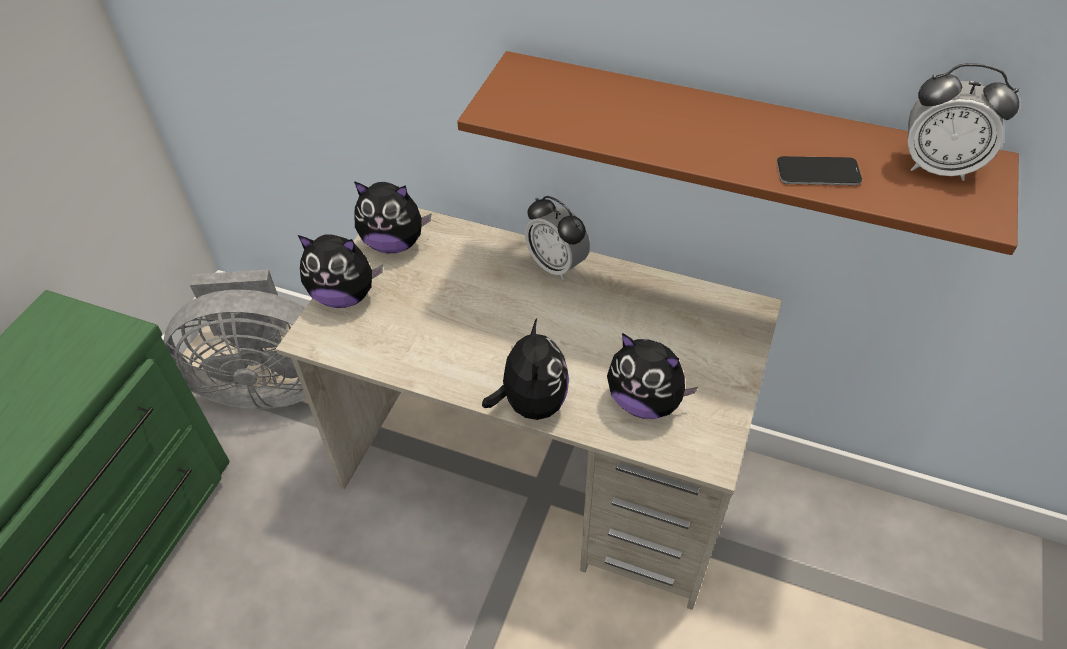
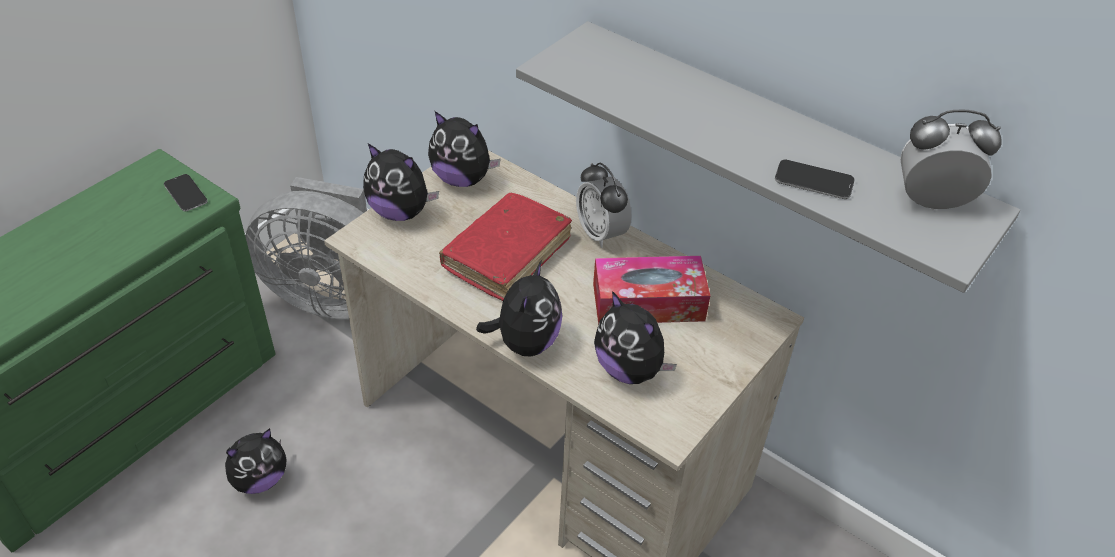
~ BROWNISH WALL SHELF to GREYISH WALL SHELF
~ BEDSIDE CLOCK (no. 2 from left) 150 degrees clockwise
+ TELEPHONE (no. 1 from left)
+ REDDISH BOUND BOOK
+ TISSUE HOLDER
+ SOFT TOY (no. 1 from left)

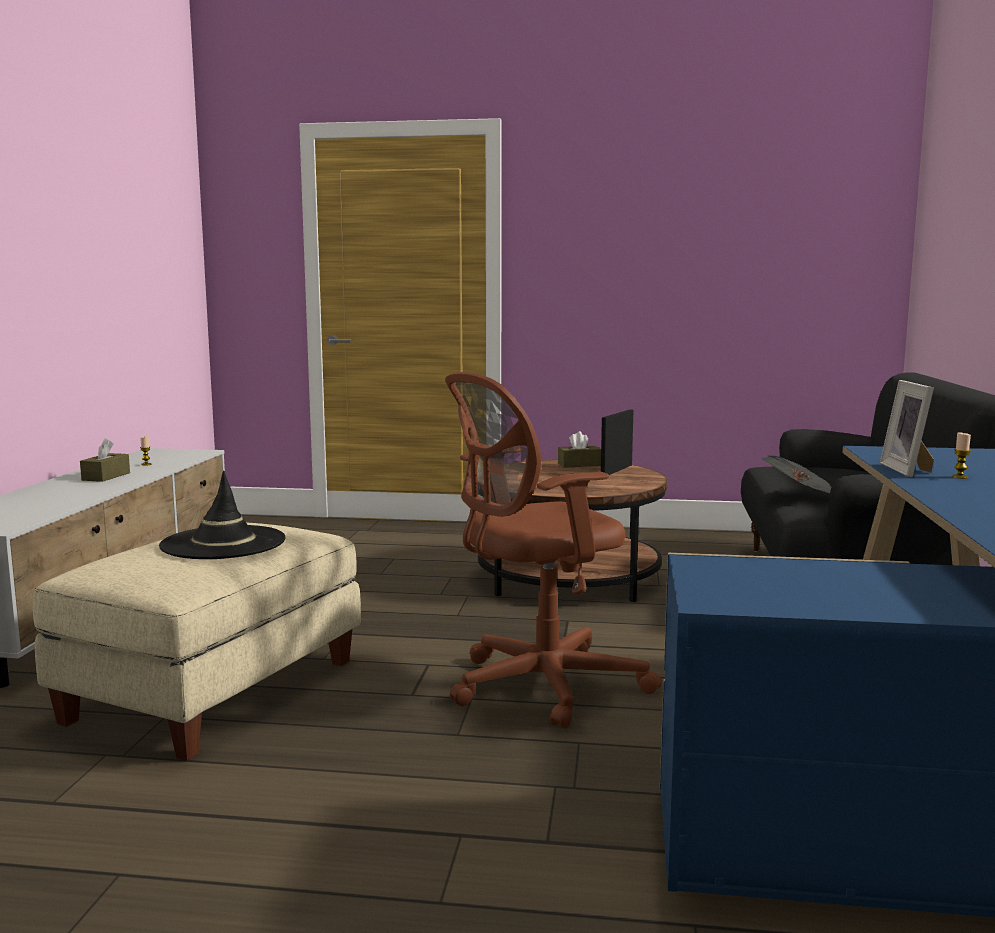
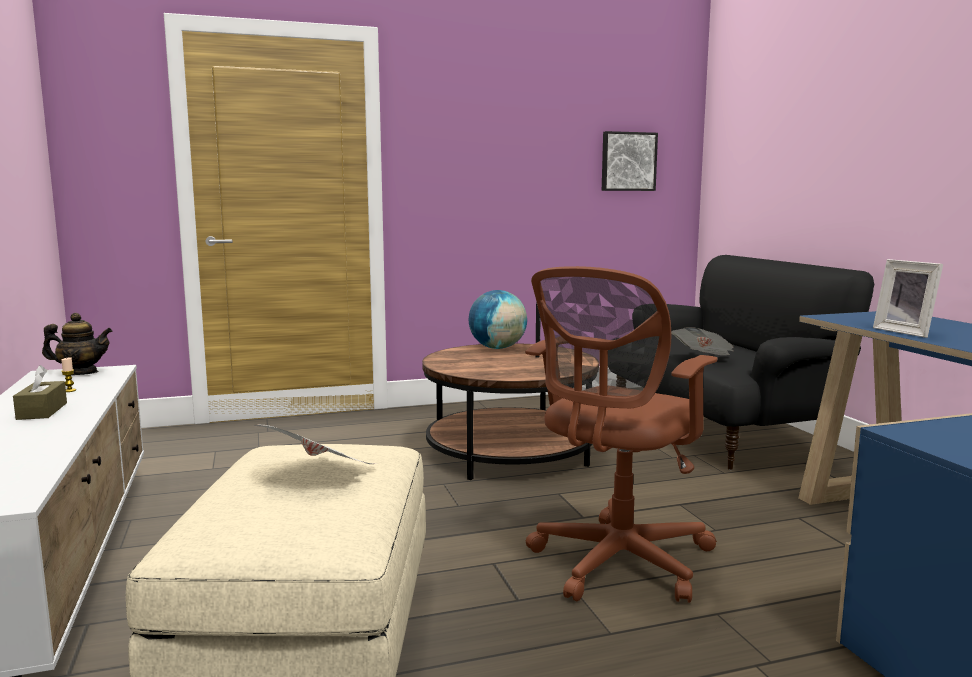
~ BROWNISH TISSUE HOLDER (no. 2 from left) to DESK GLOBE
- WAX CANDLE (no. 2 from left)
~ BLACK-COLOURED WEARABLE HAT to NEWSPAPER (no. 1 from left)
+ WALL ART
+ POT FOR TEA

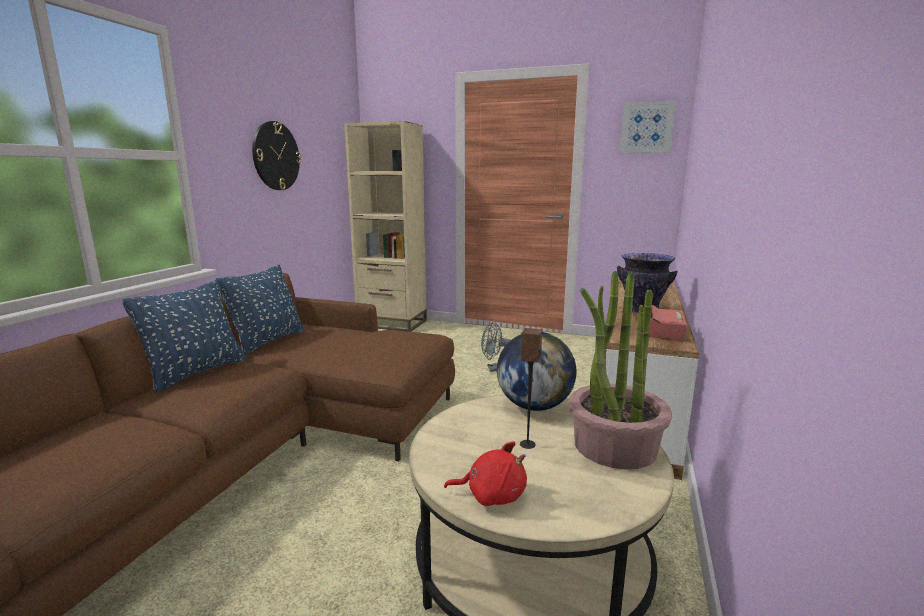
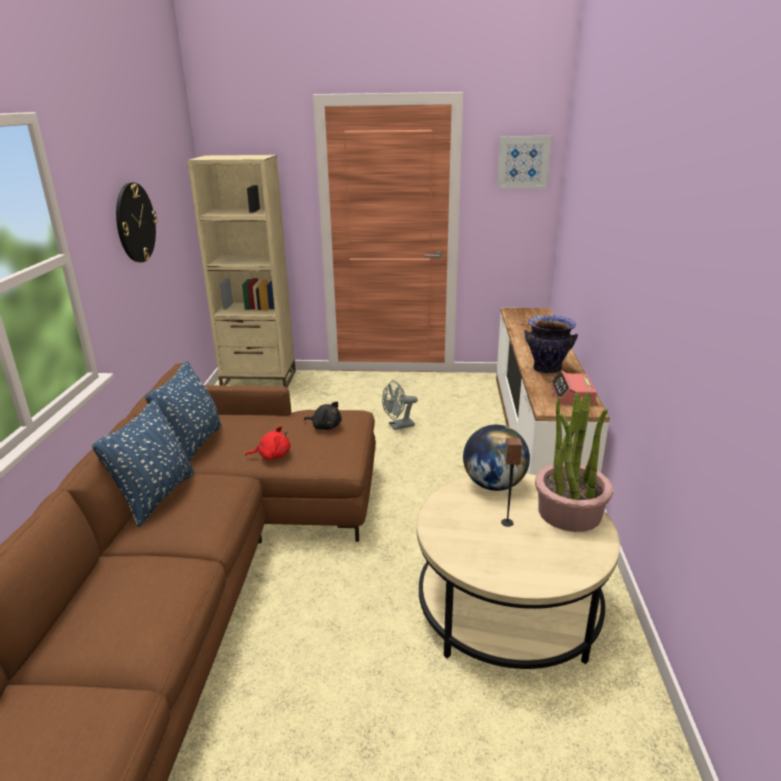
~ REDDISH SOFT TOY
+ BLACK-COLOURED SOFT TOY

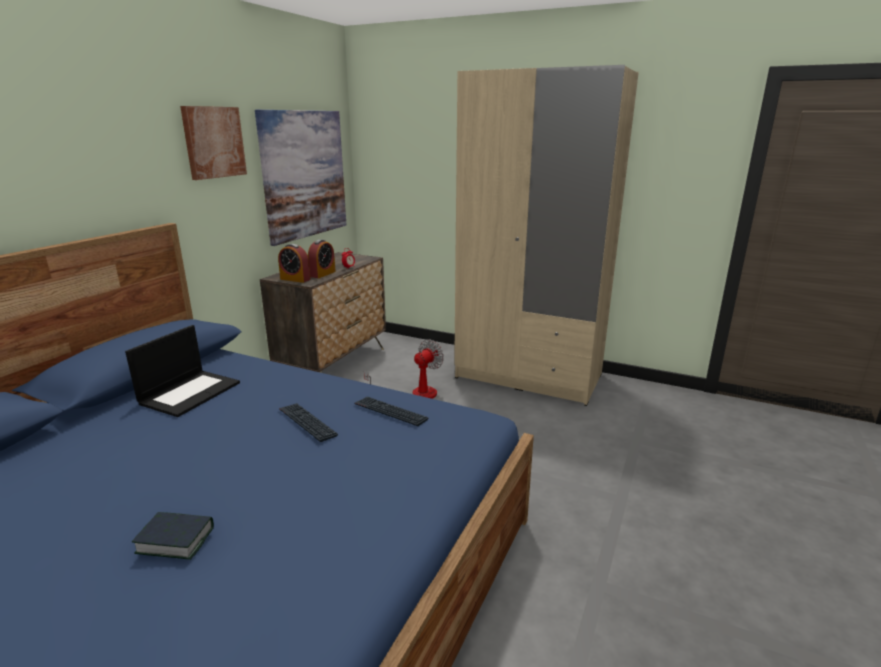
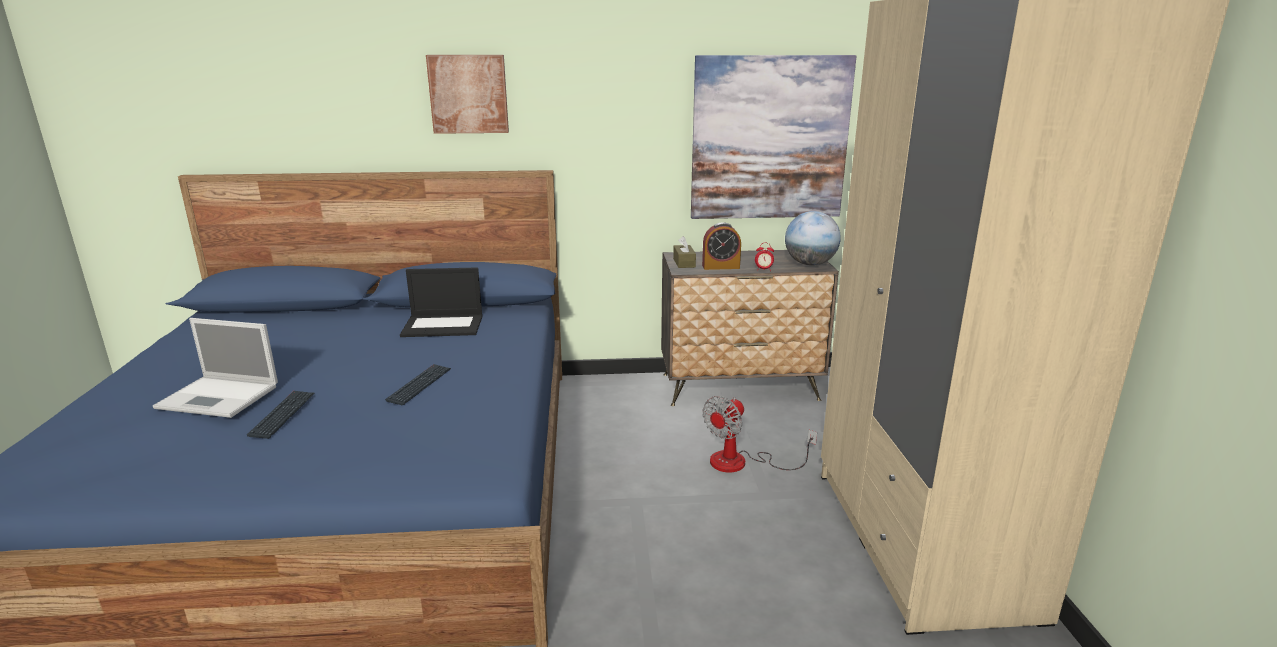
~ WALL ART (no. 1 from left)
~ BEDSIDE CLOCK (no. 1 from left) to BROWNISH TISSUE HOLDER
~ FAN 120 degrees clockwise
~ COMPUTER KEYBOARD (no. 2 from left in the first image) to COMPUTER KEYBOARD (no. 1 from left)
~ BOUND BOOK to LAPTOP (no. 1 from left)
+ DESK GLOBE

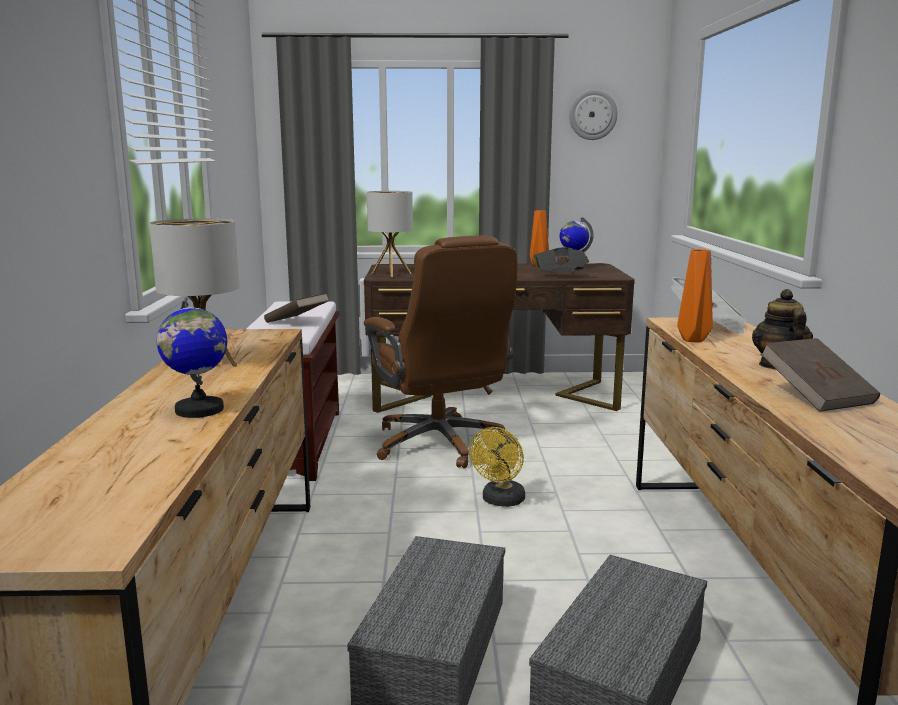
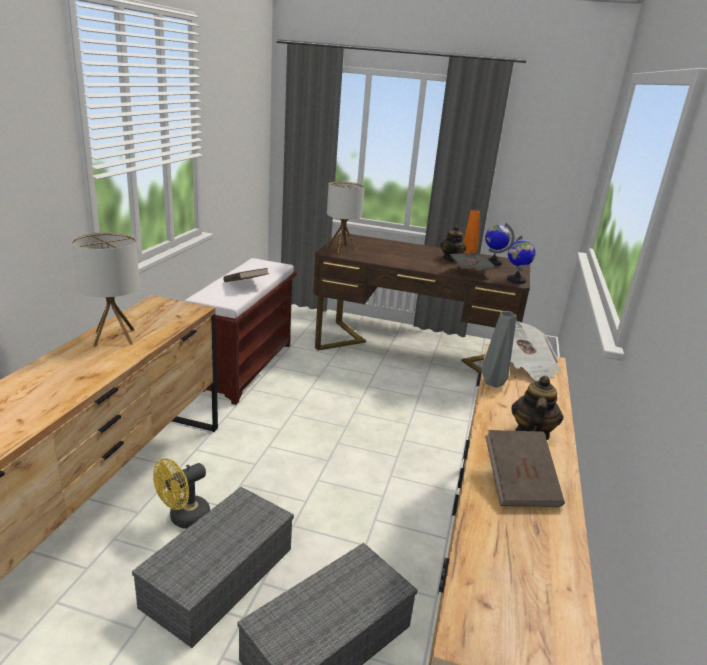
- CLOCK ON THE WALL
- BROWNISH DESK CHAIR
~ ORANGE-COLOURED DECORATIVE VASE (no. 2 from left) to GREYISH DECORATIVE VASE
~ DESK GLOBE (no. 1 from left in the first image) to DESK GLOBE (no. 2 from left)
~ YELLOWISH FAN
+ POT FOR TEA (no. 1 from left)

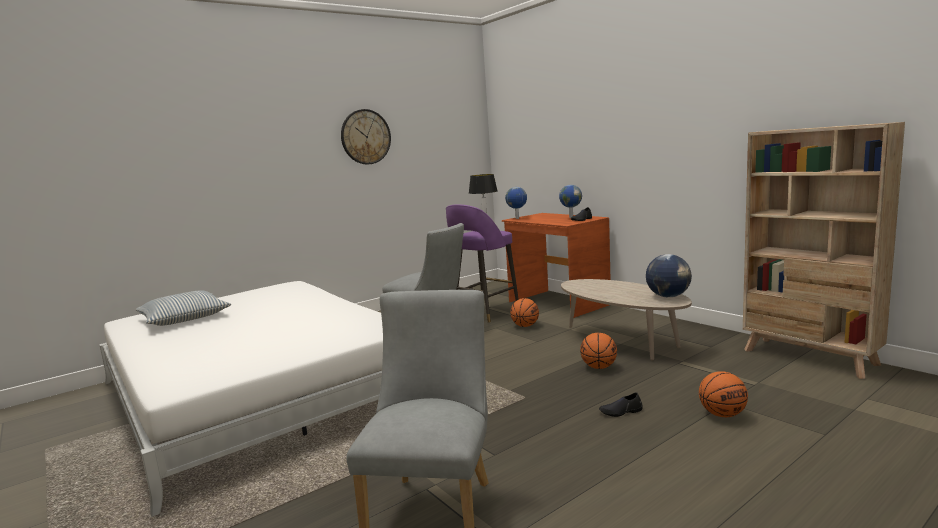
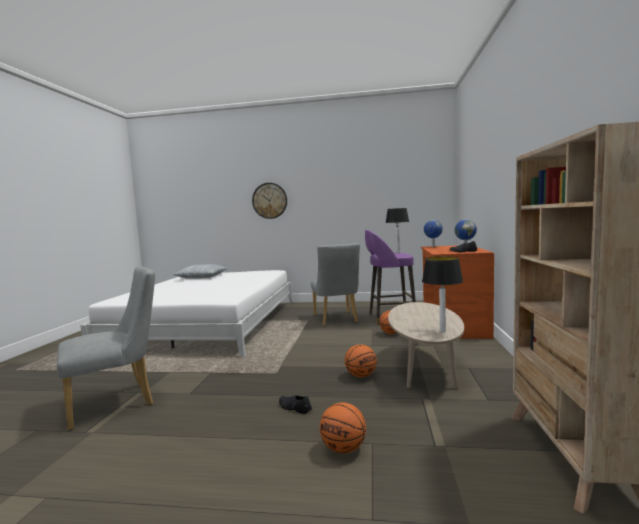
~ CLOCK ON THE WALL
~ DESK GLOBE (no. 3 from left) to TABLE LAMP (no. 2 from left)

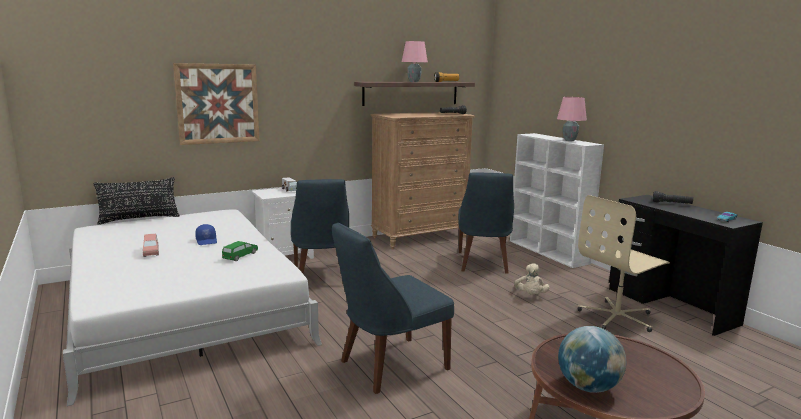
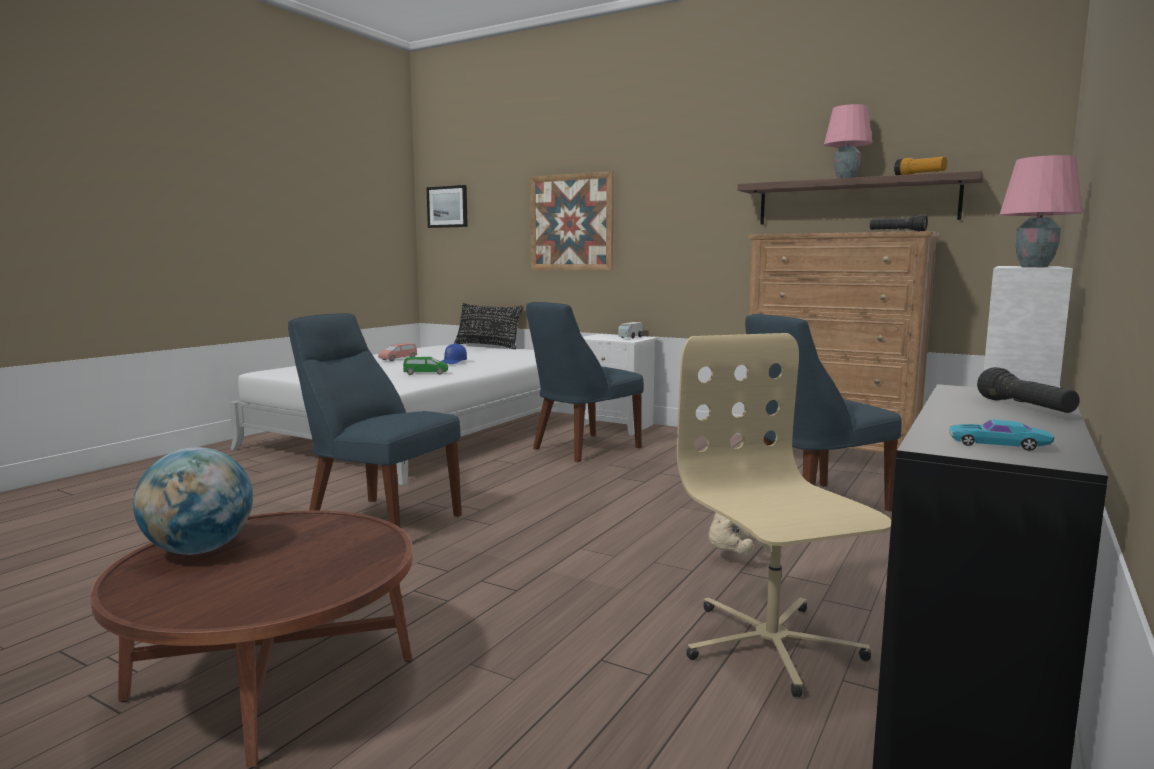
~ SAND-COLOURED DESK CHAIR 45 degrees clockwise
+ WALL ART (no. 1 from left)

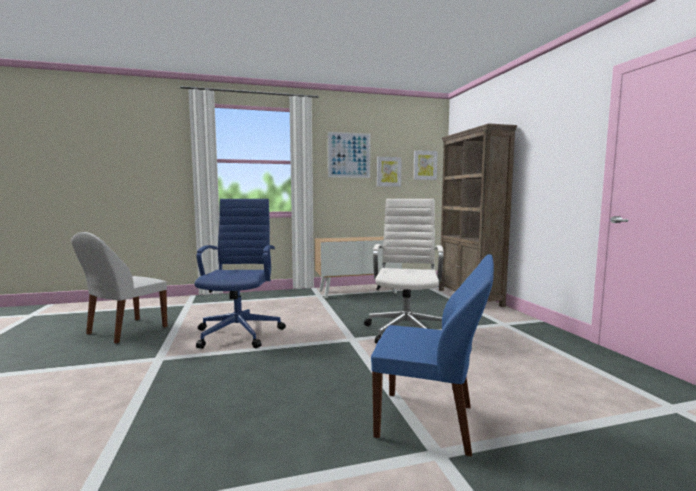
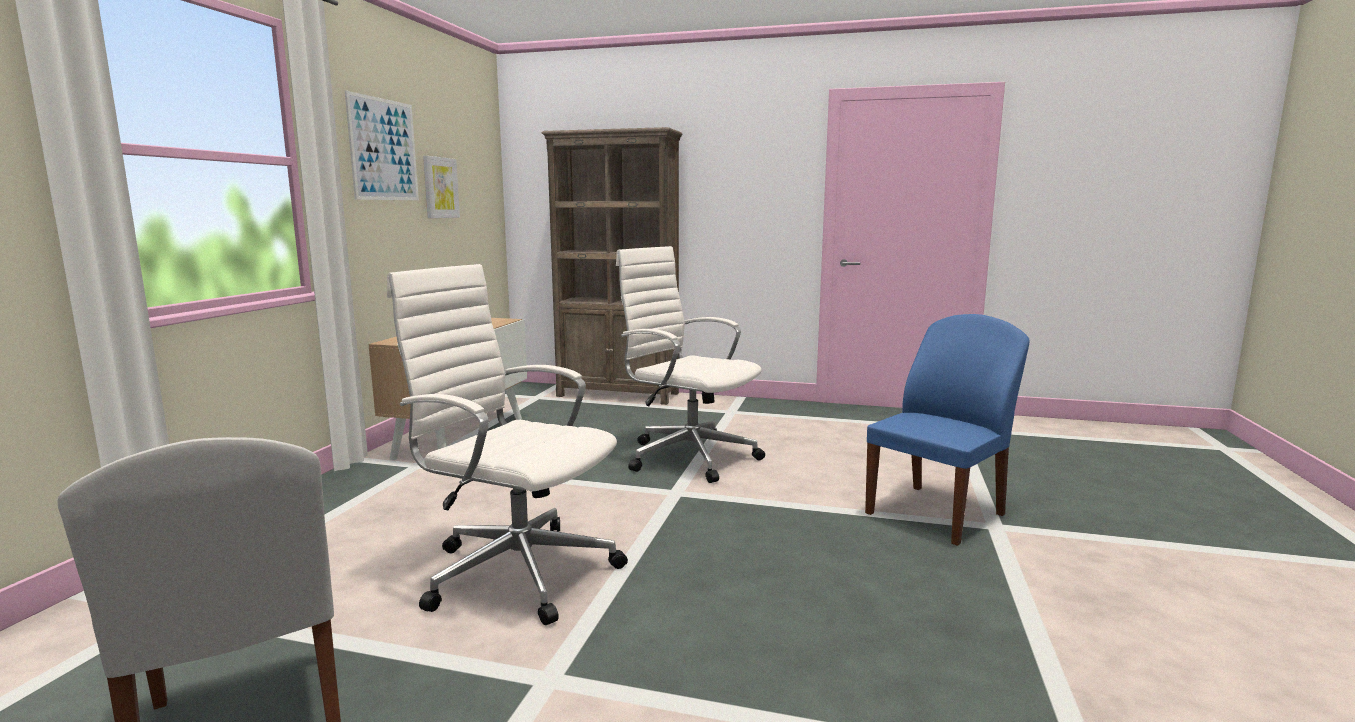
- WALL ART (no. 3 from left)
~ BLUE DESK CHAIR to WHITE DESK CHAIR (no. 1 from left)

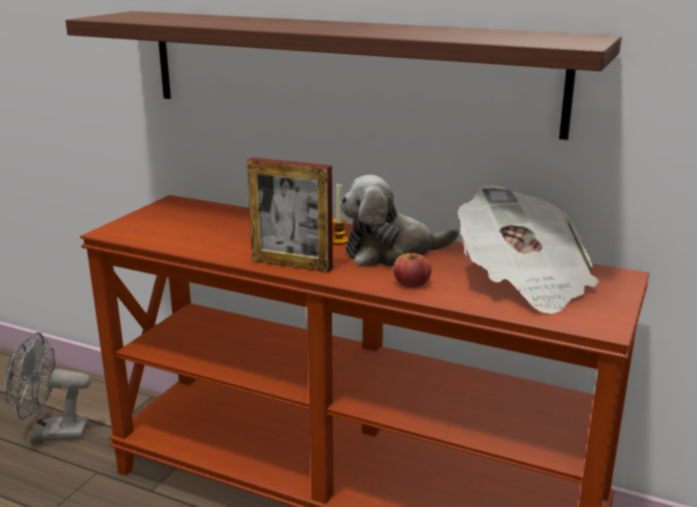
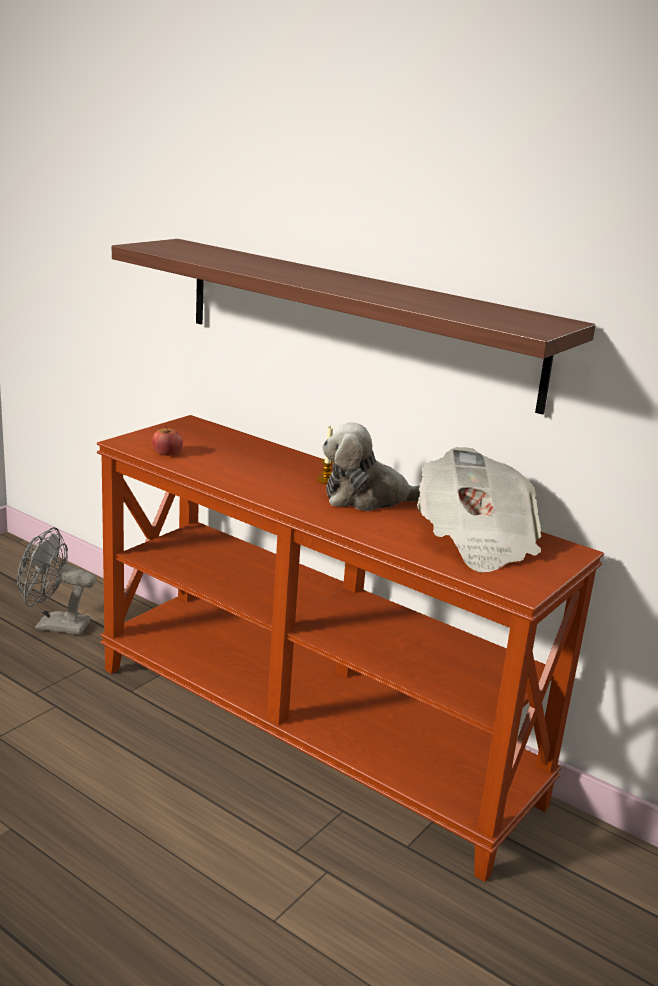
- PHOTO FRAME
~ WHOLE APPLE

